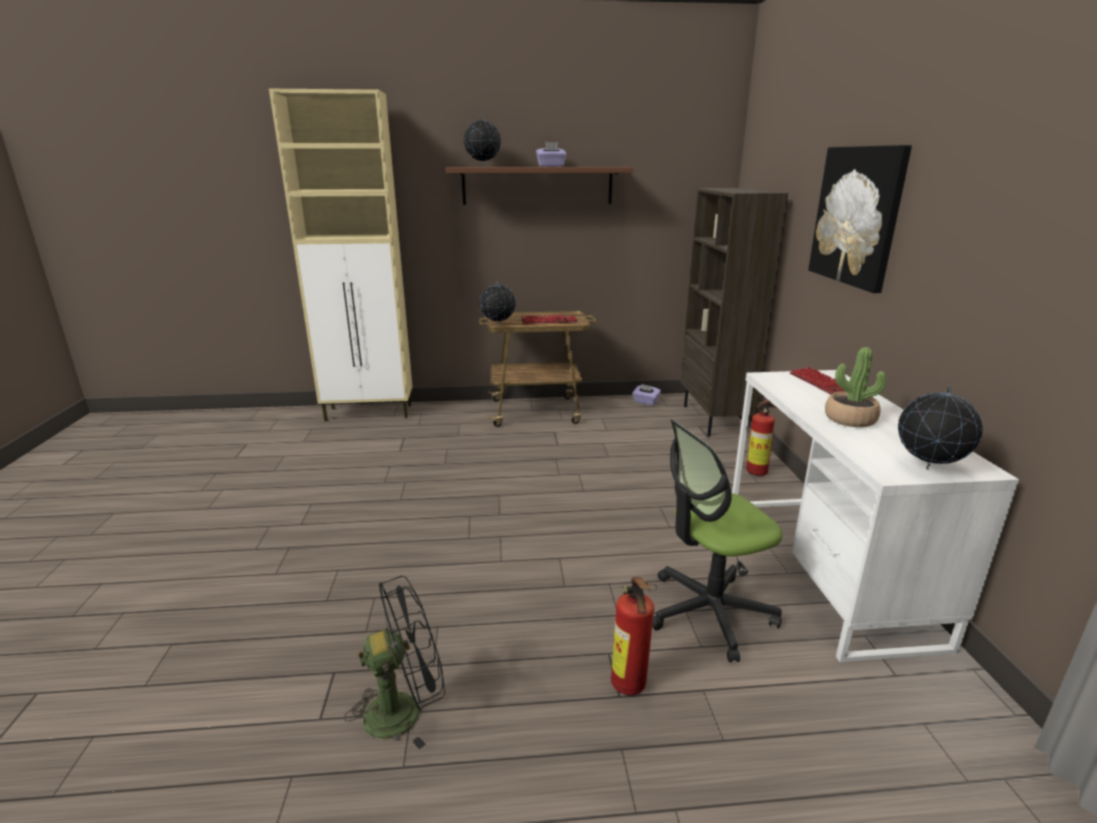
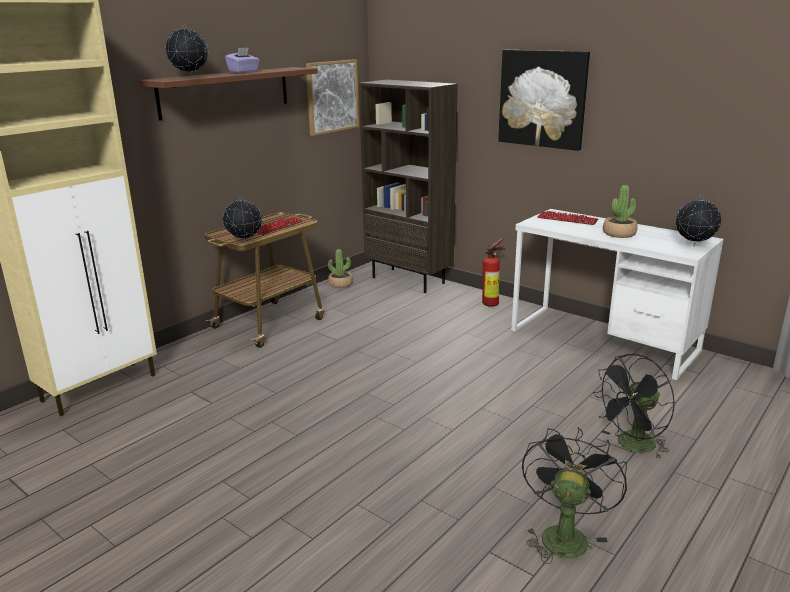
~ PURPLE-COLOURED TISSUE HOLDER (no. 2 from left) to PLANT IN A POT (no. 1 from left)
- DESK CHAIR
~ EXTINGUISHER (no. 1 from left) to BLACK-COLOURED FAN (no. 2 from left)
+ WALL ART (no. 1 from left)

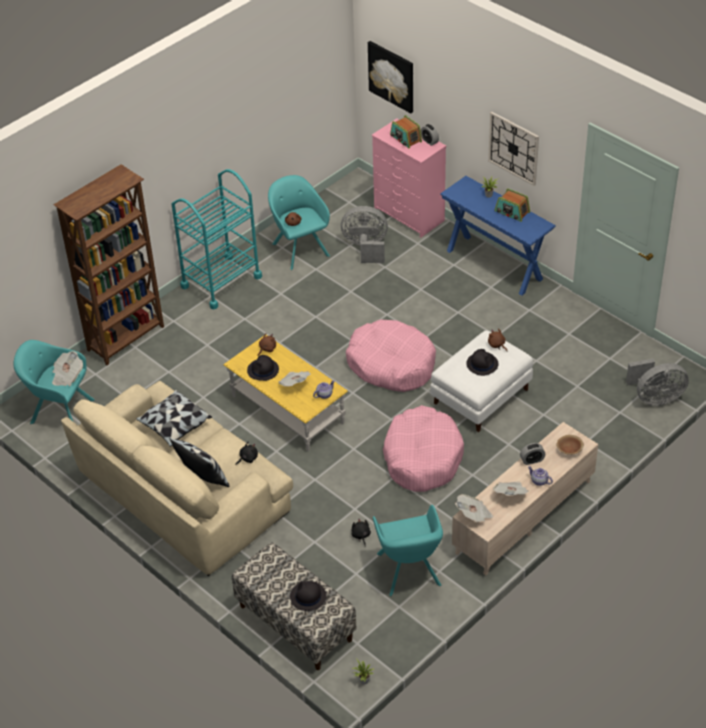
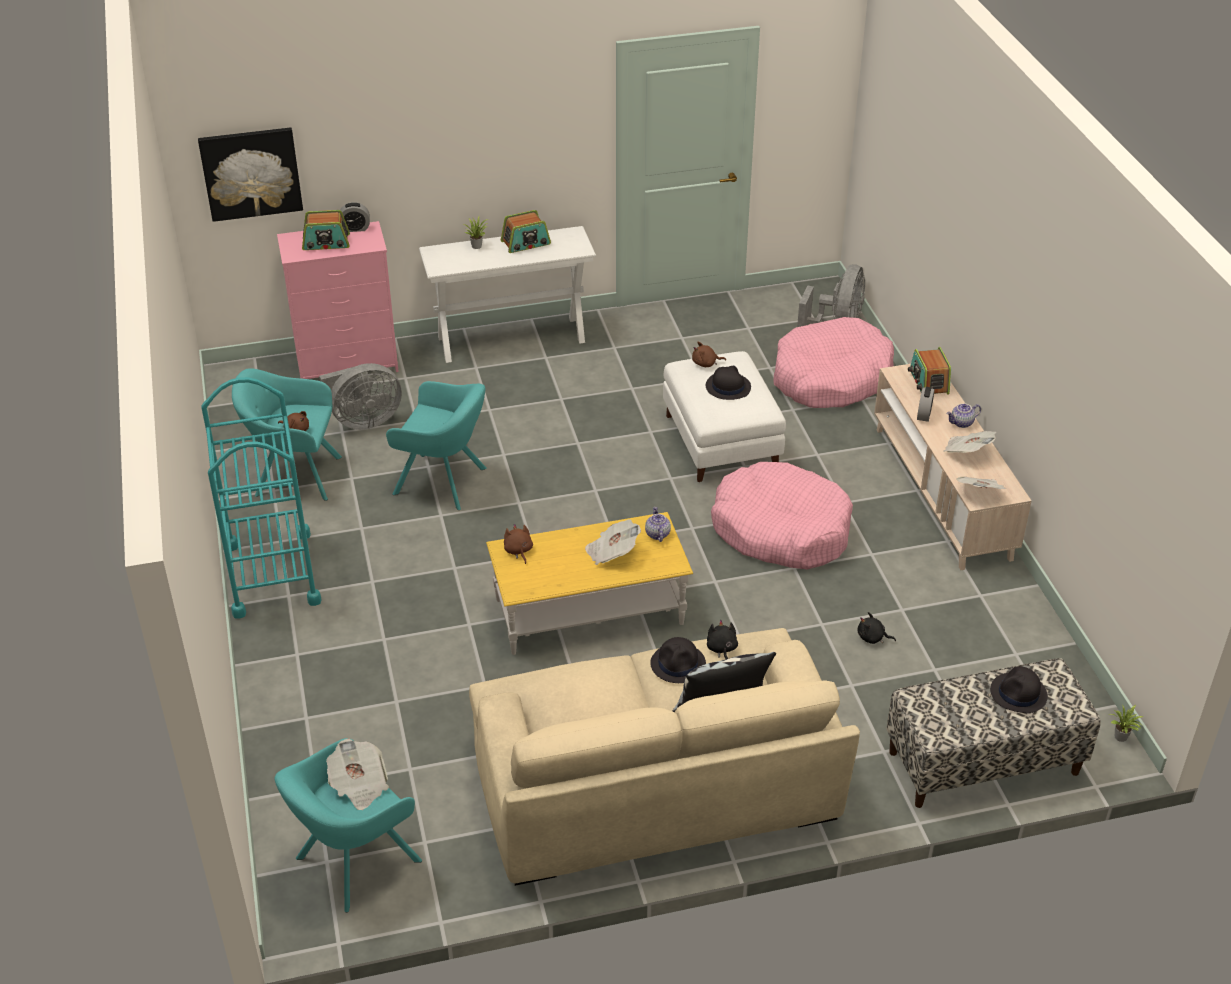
- CLOCK ON THE WALL
- BROWNISH BOOKCASE
~ BLUE NARROW TABLE to WHITE NARROW TABLE
~ GREYISH FAN (no. 1 from left) 150 degrees counterclockwise
~ PINK-COLOURED DOG BED (no. 1 from left in the first image) to PINK-COLOURED DOG BED (no. 2 from left)
~ BLACK-COLOURED WEARABLE HAT (no. 1 from left)
- CUSHION (no. 1 from left)
~ BROWNISH DEEP DISH to RADIO (no. 3 from left)
~ TURQUOISE ARMCHAIR (no. 3 from left)

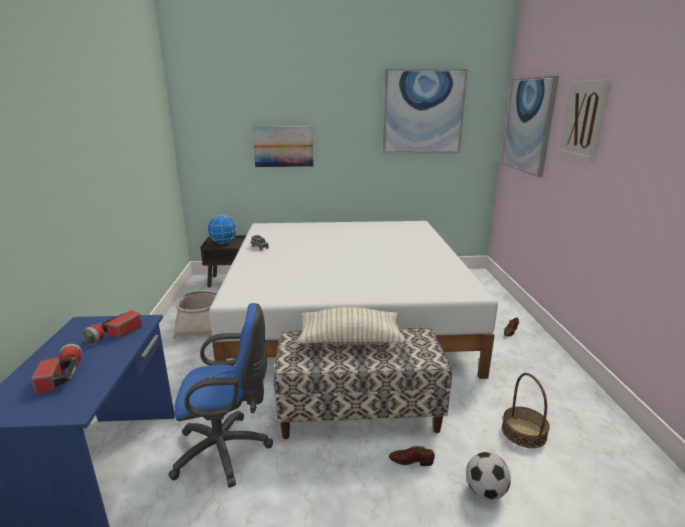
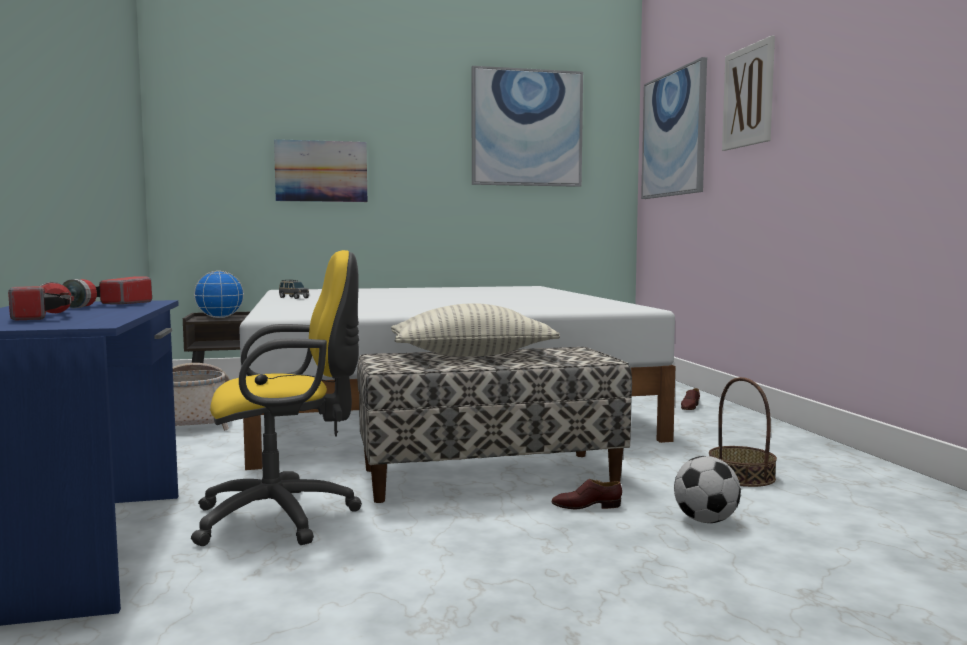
~ BLUE DESK CHAIR to YELLOWISH DESK CHAIR

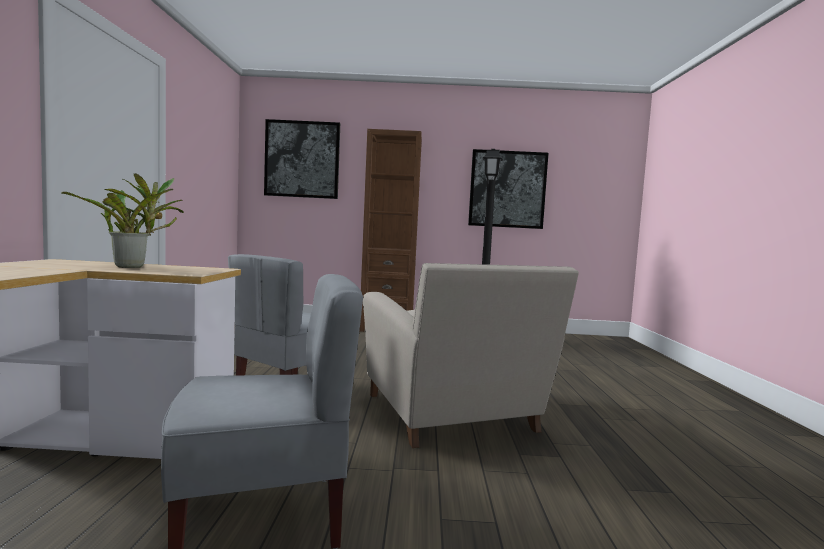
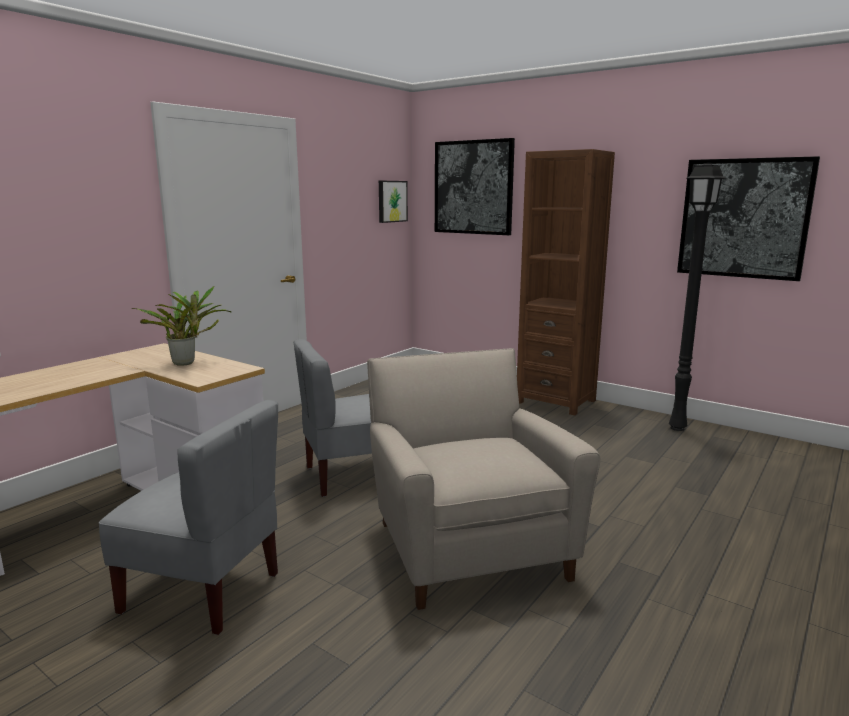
~ SAND-COLOURED ARMCHAIR 150 degrees clockwise
+ WALL ART (no. 1 from left)

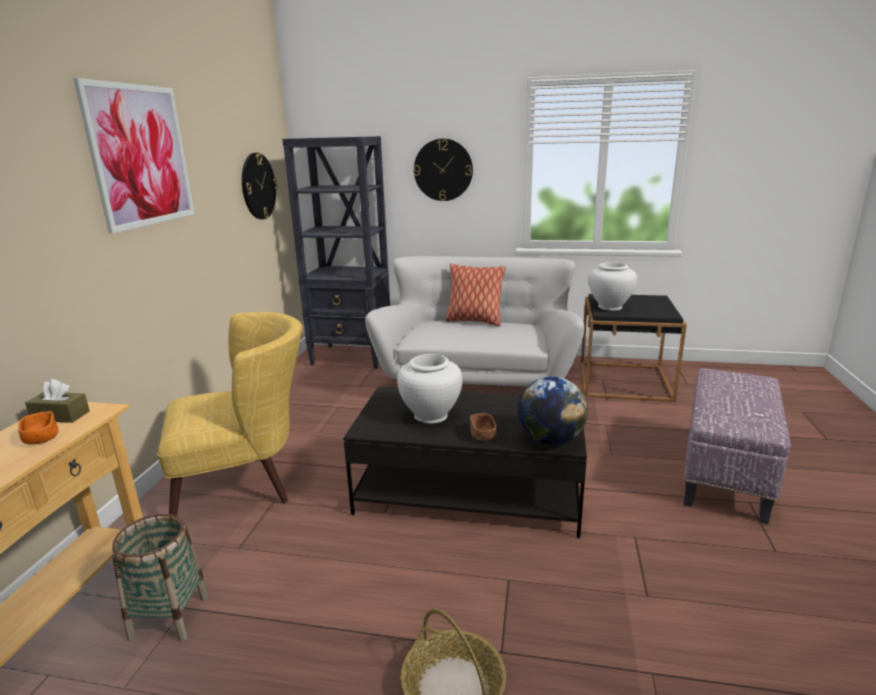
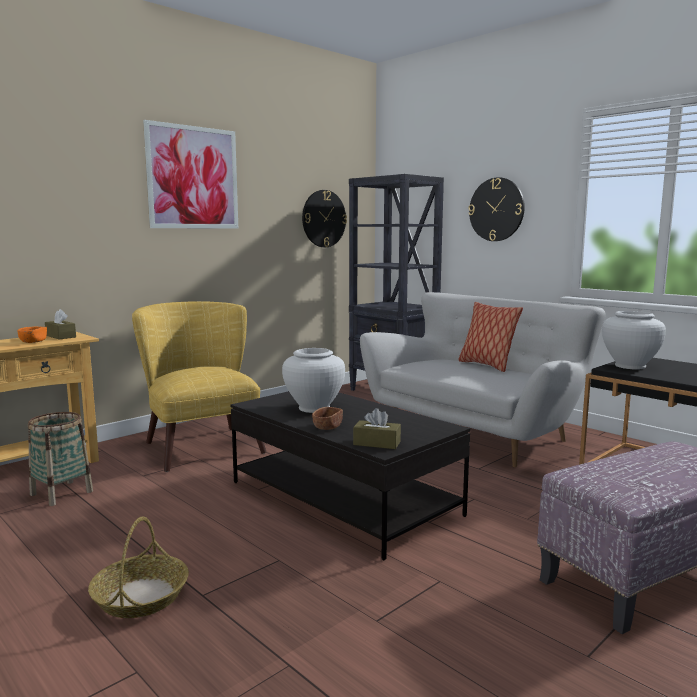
~ YELLOWISH ARMCHAIR 135 degrees counterclockwise
~ DESK GLOBE to BROWNISH TISSUE HOLDER (no. 2 from left)

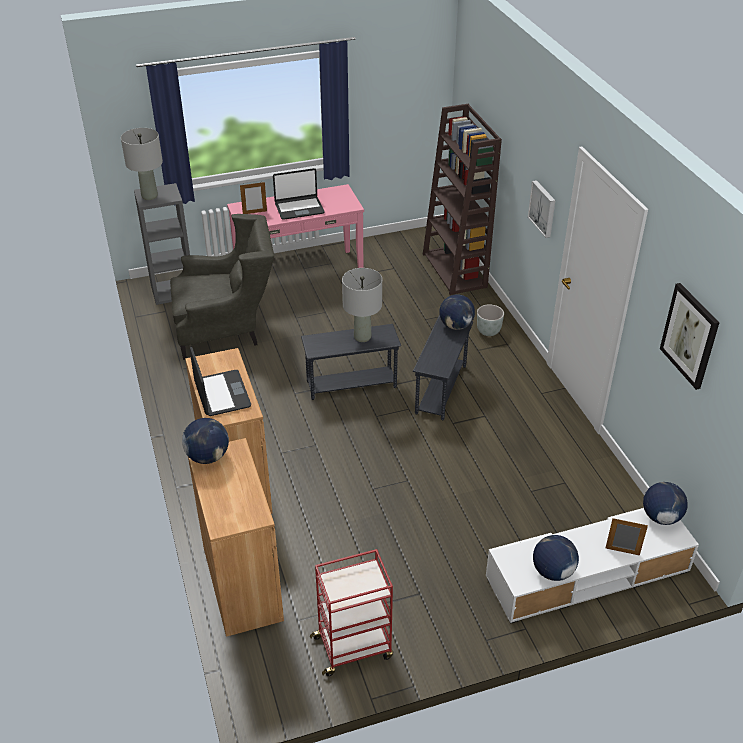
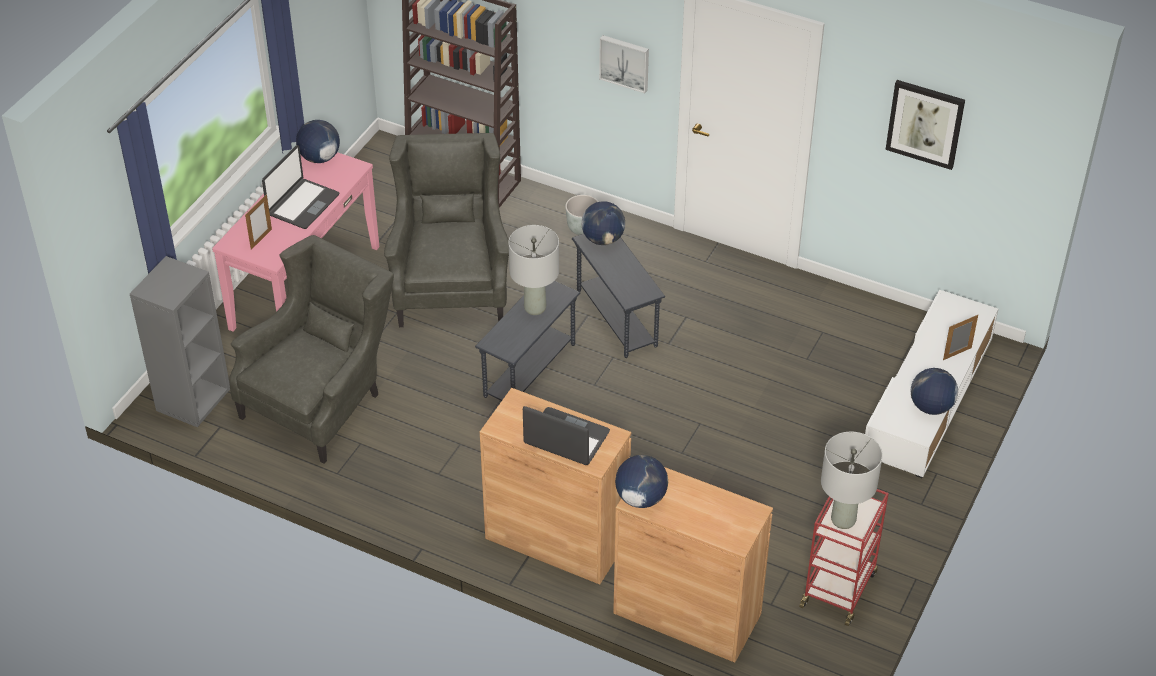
~ GREYISH TABLE LAMP (no. 1 from left in the first image) to GREYISH TABLE LAMP (no. 2 from left)
~ DESK GLOBE (no. 4 from left in the first image) to DESK GLOBE (no. 1 from left)
+ GREYISH ARMCHAIR (no. 2 from left)

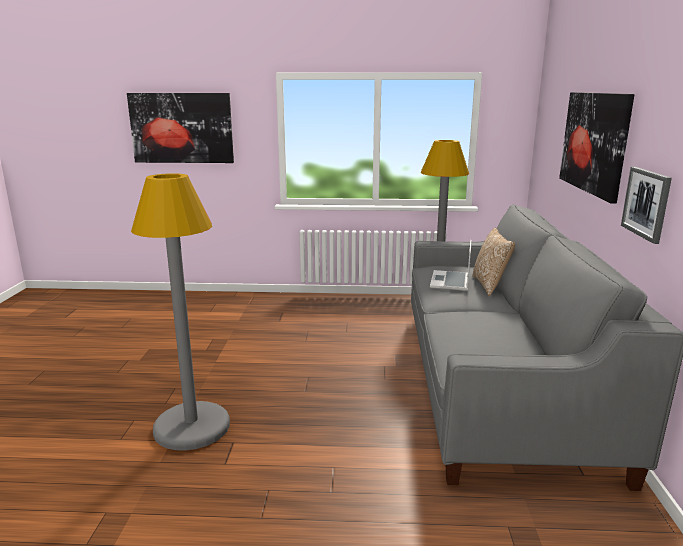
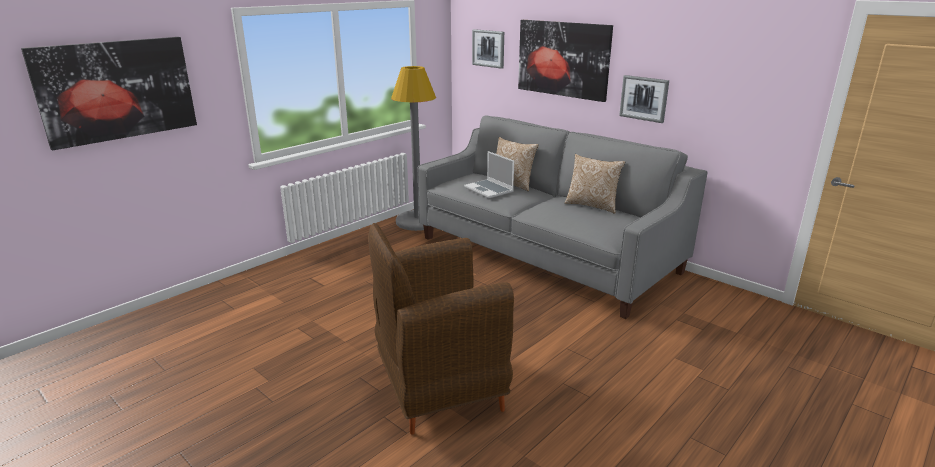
~ GREYISH FLOOR LAMP (no. 1 from left) to BROWNISH ARMCHAIR
+ WALL ART (no. 2 from left)
+ CUSHION (no. 2 from left)

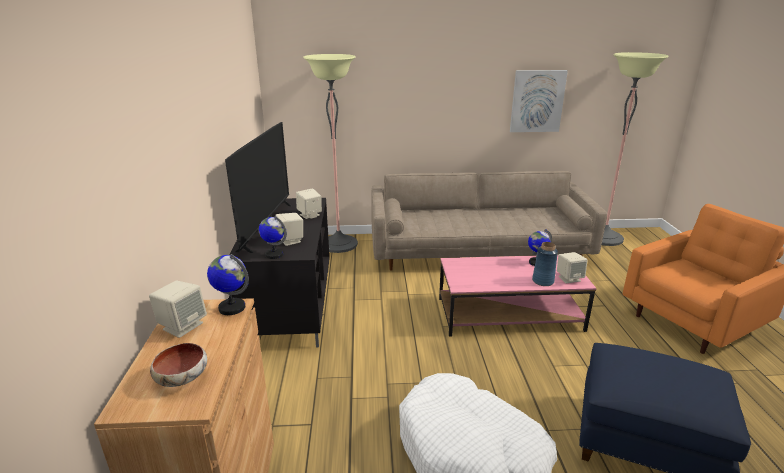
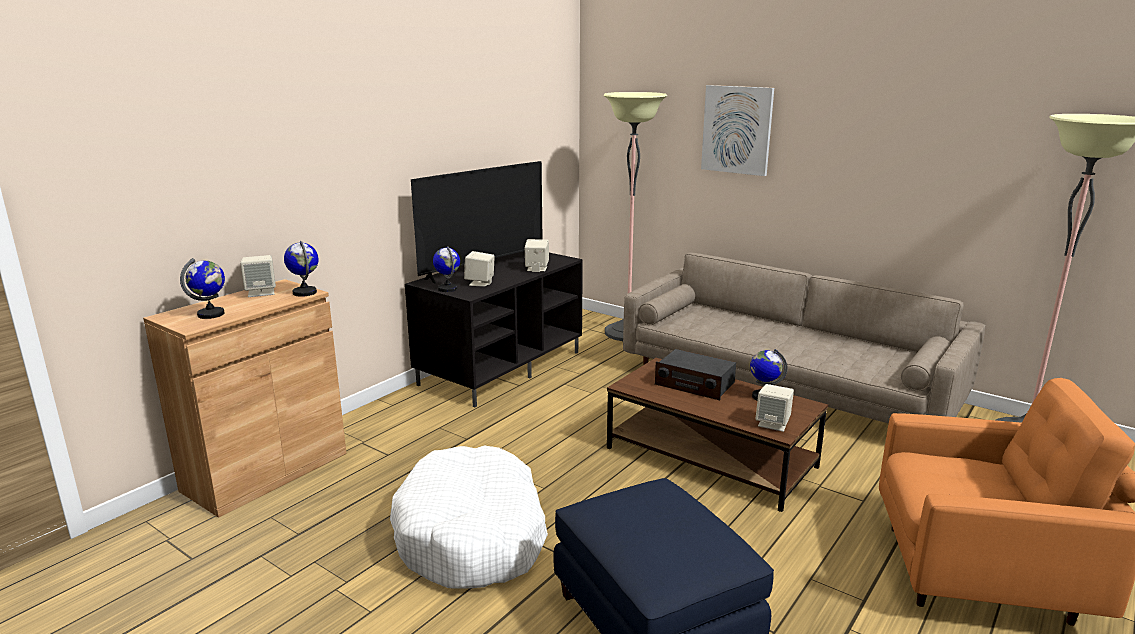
~ WALL ART
- BLUE DECORATIVE VASE
~ PINK-COLOURED COFFEE TABLE to BROWNISH COFFEE TABLE
~ DEEP DISH to DESK GLOBE (no. 1 from left)
+ RADIO

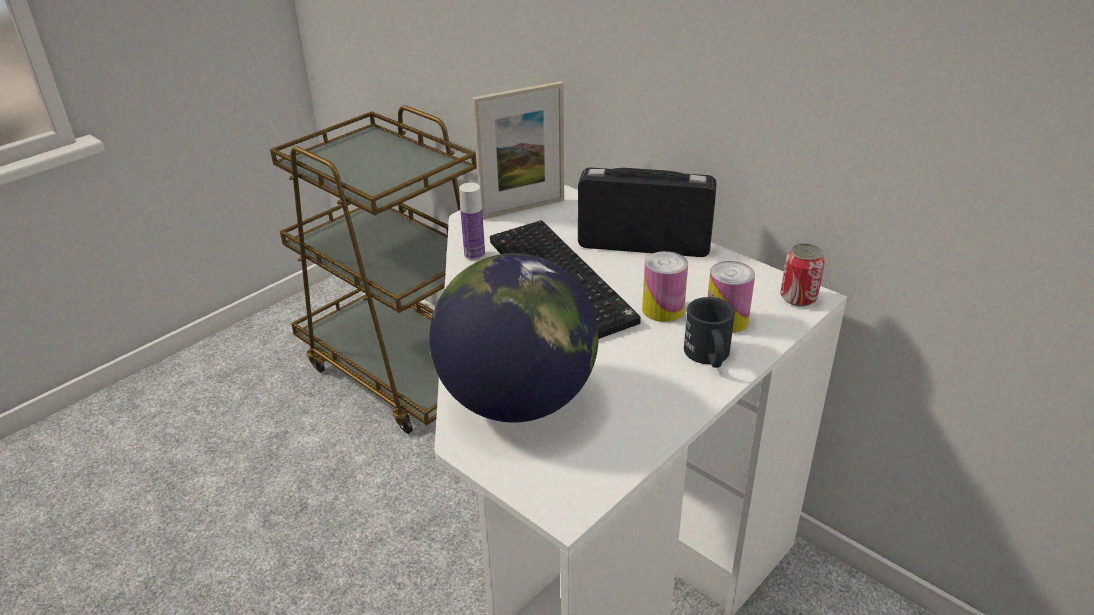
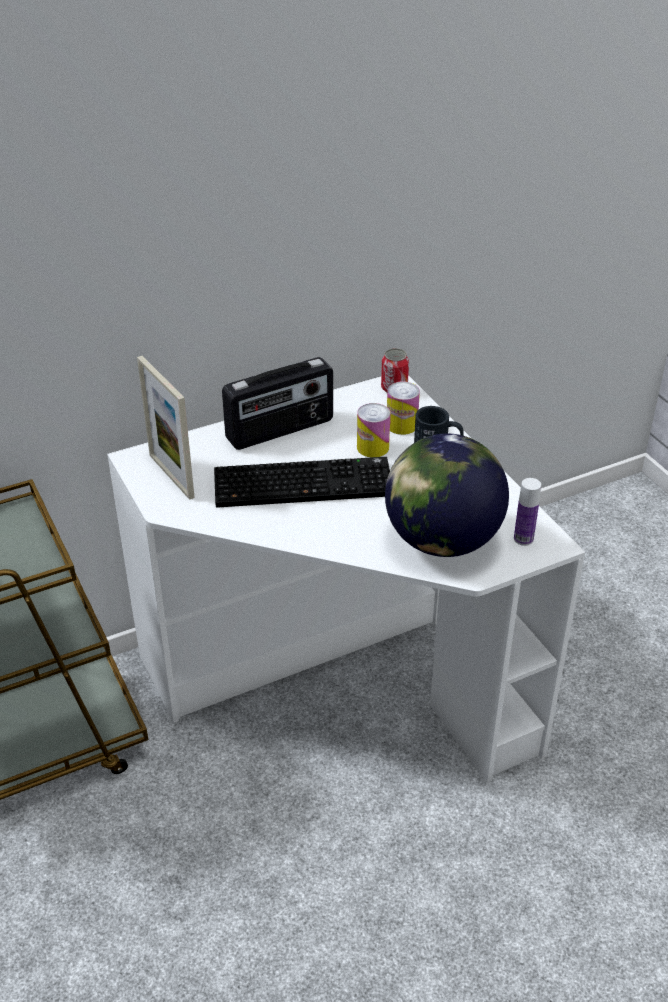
~ PHOTO FRAME 150 degrees clockwise
~ RADIO 150 degrees counterclockwise
~ BOTTLE

